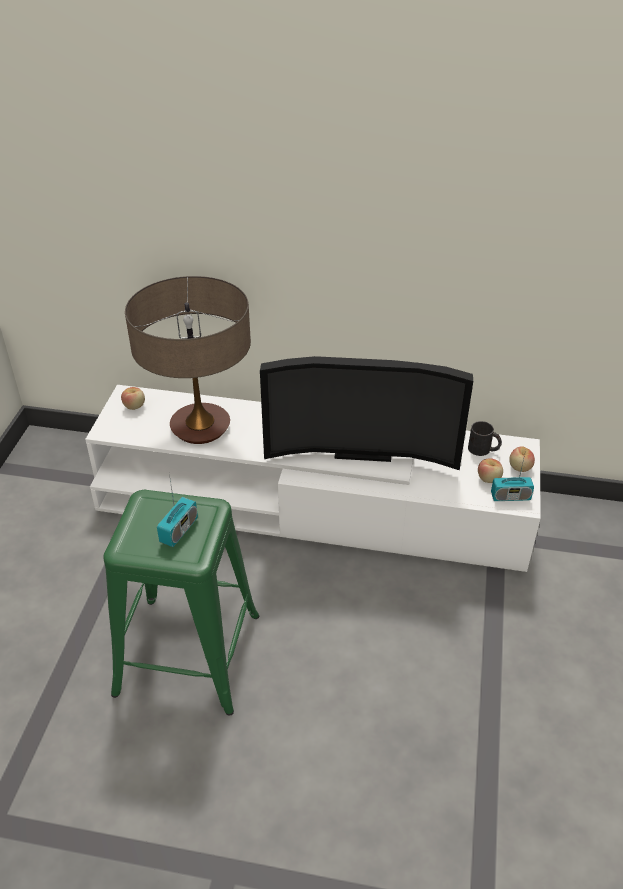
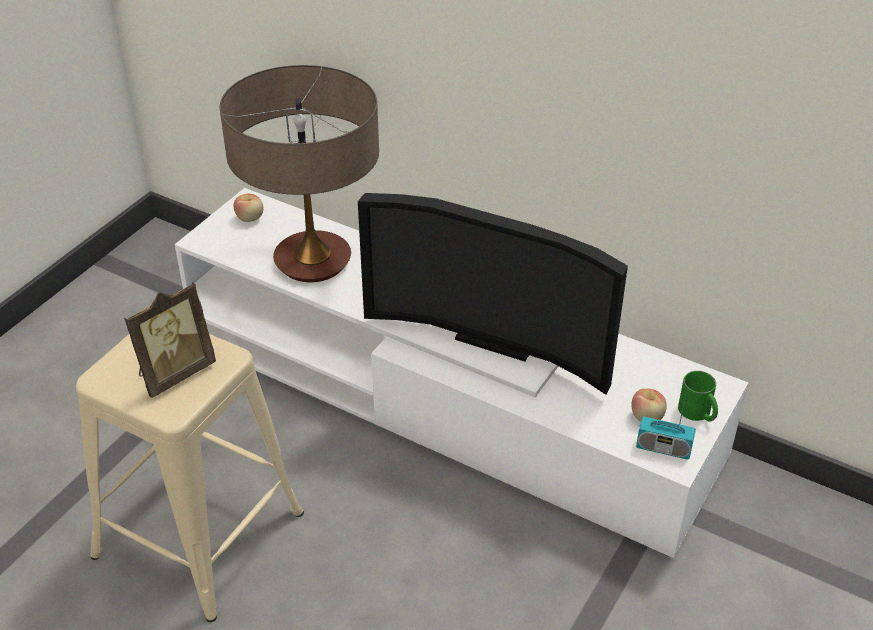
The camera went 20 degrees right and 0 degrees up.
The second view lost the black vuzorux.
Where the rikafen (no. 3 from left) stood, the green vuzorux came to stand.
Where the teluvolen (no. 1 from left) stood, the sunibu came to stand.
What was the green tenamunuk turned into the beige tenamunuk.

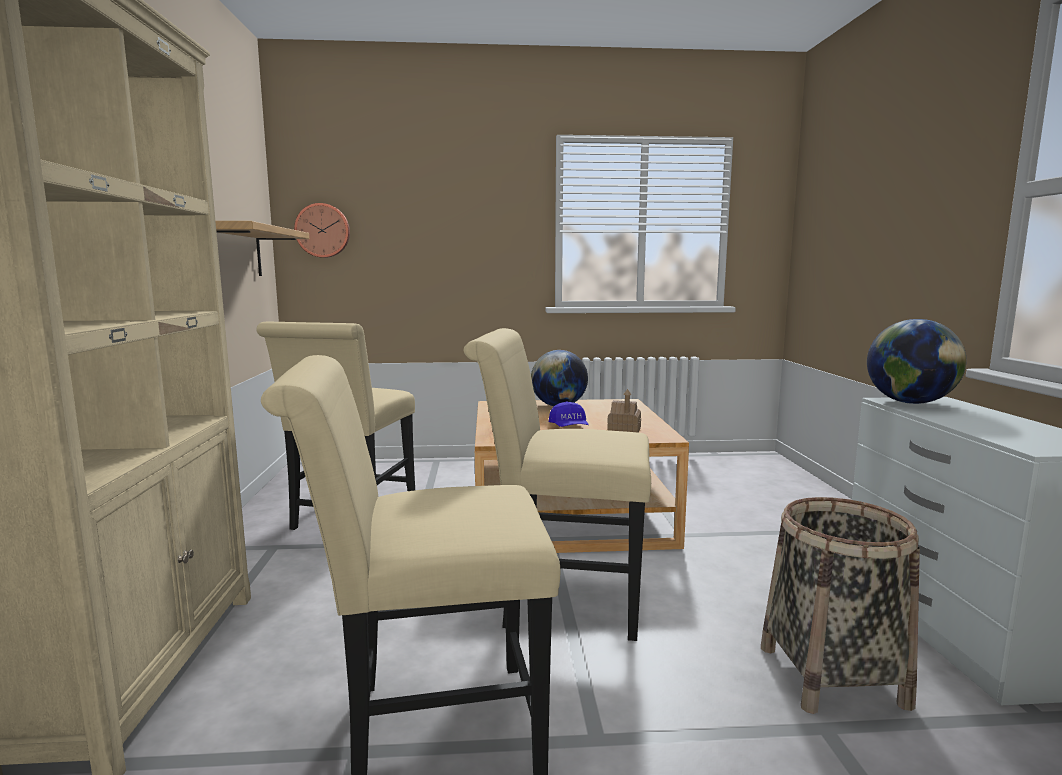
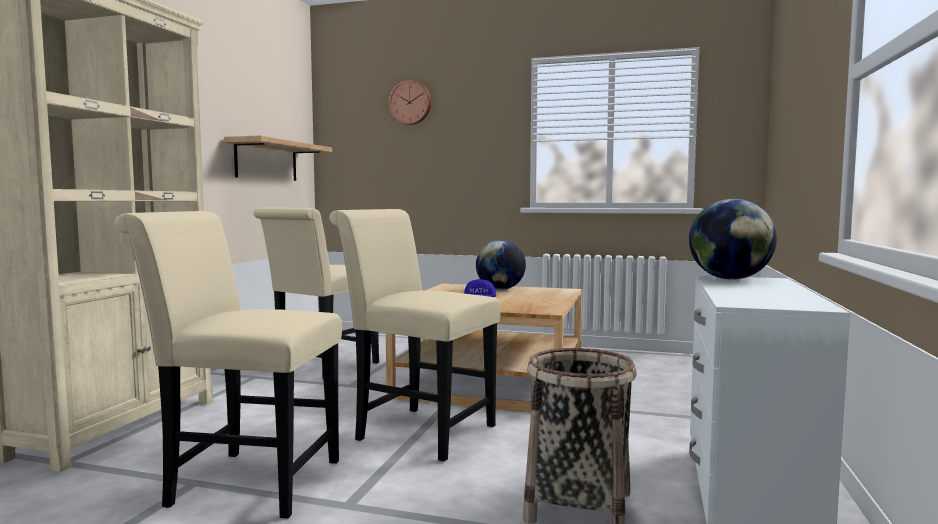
The camera went 20 degrees right and 5 degrees down.
The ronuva ended up elsewhere.
The second view lost the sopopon.

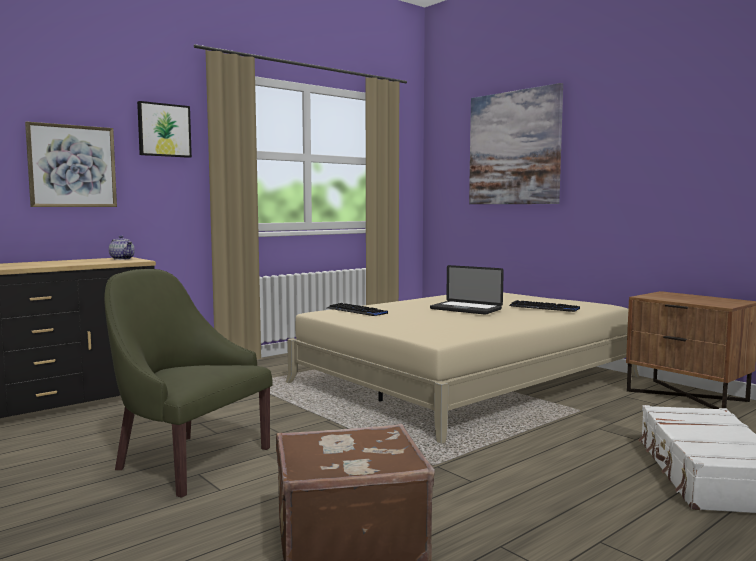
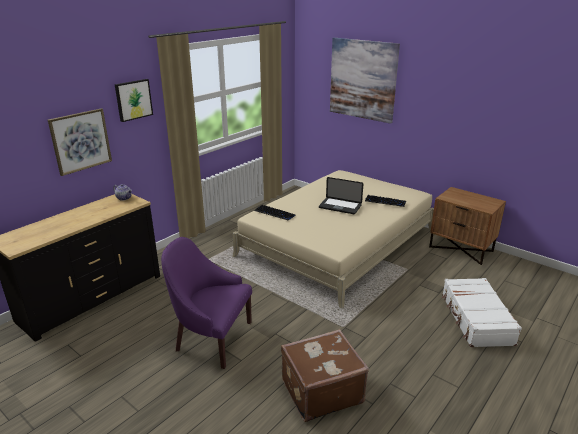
The camera went 10 degrees left and 20 degrees up.
What was the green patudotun turned into the purple patudotun.

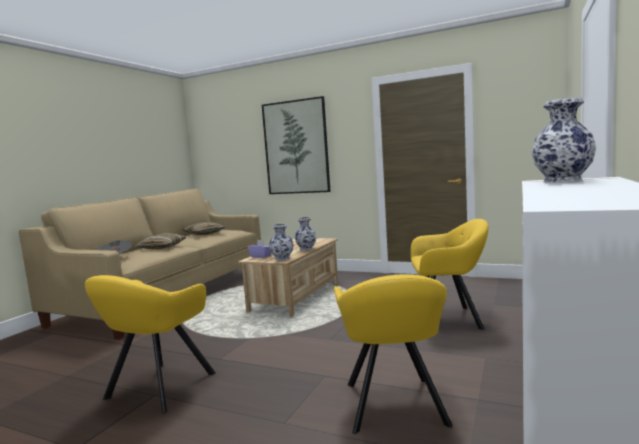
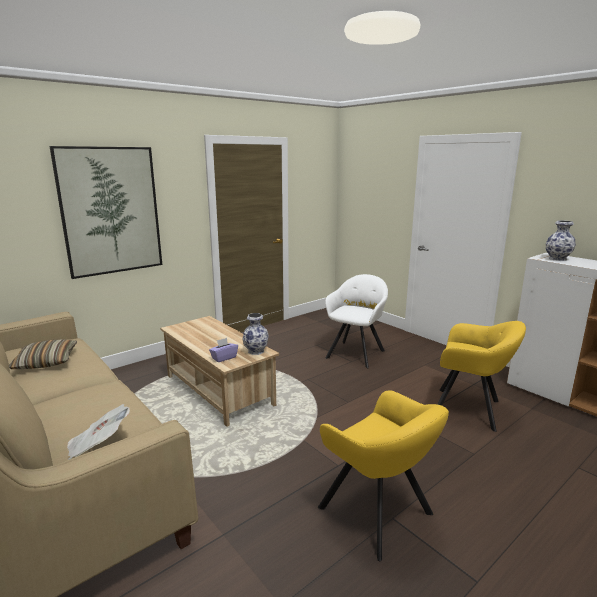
The camera went 65 degrees left and 10 degrees up.
The second view lost the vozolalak (no. 2 from left).
What was the yellow patudotun (no. 3 from left) turned into the white patudotun.
The second view lost the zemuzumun (no. 1 from left).

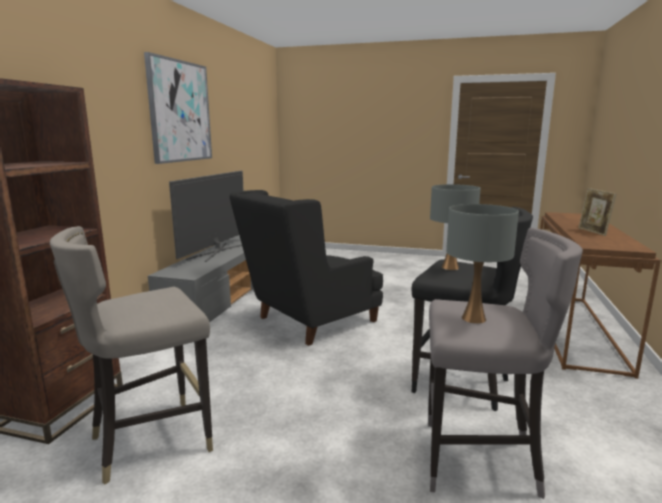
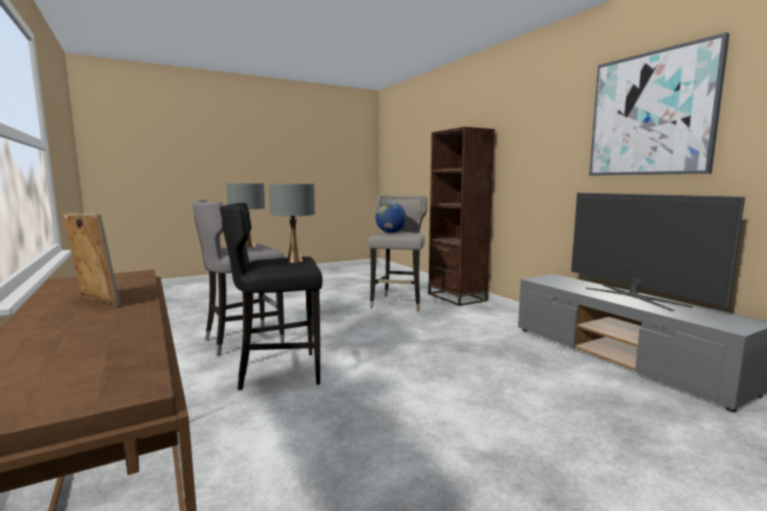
The camera went 135 degrees right and 5 degrees down.
The second view lost the black patudotun.
The second view gained the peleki.

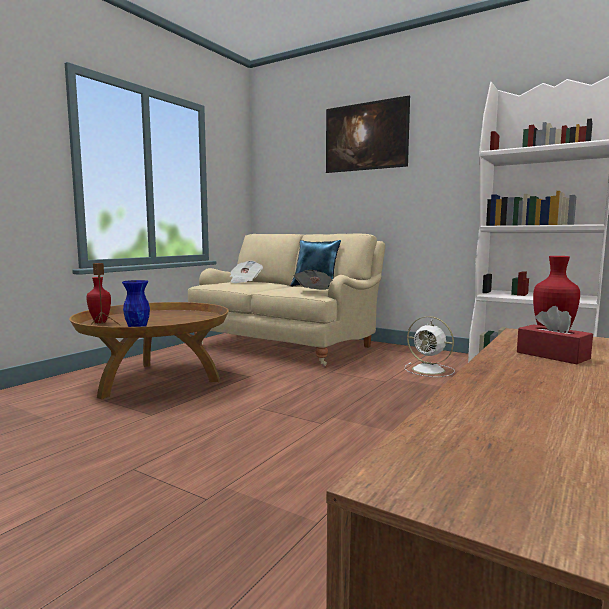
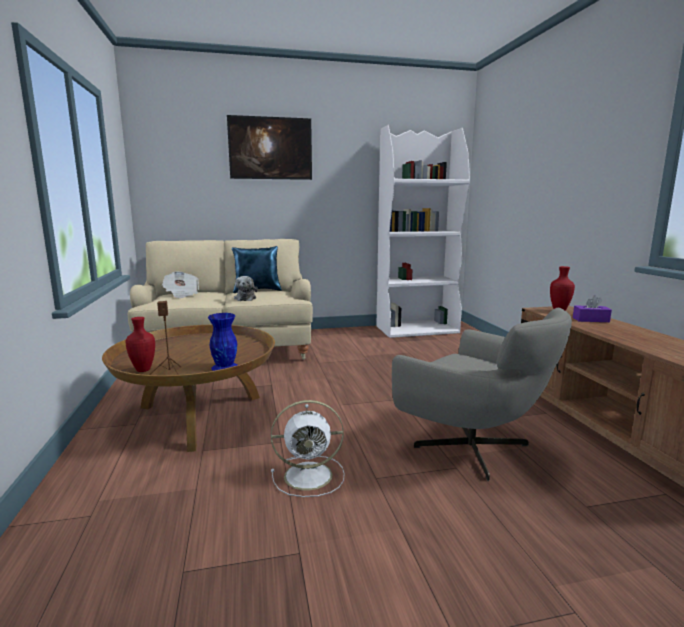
The camera went 45 degrees left and 5 degrees up.
The second view lost the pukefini (no. 2 from left).
What was the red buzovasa turned into the purple buzovasa.
The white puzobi ended up elsewhere.
The second view gained the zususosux.
The second view gained the grey patudotun.

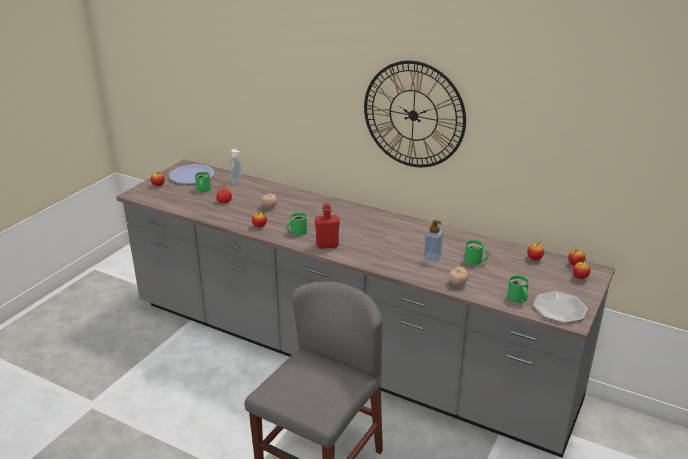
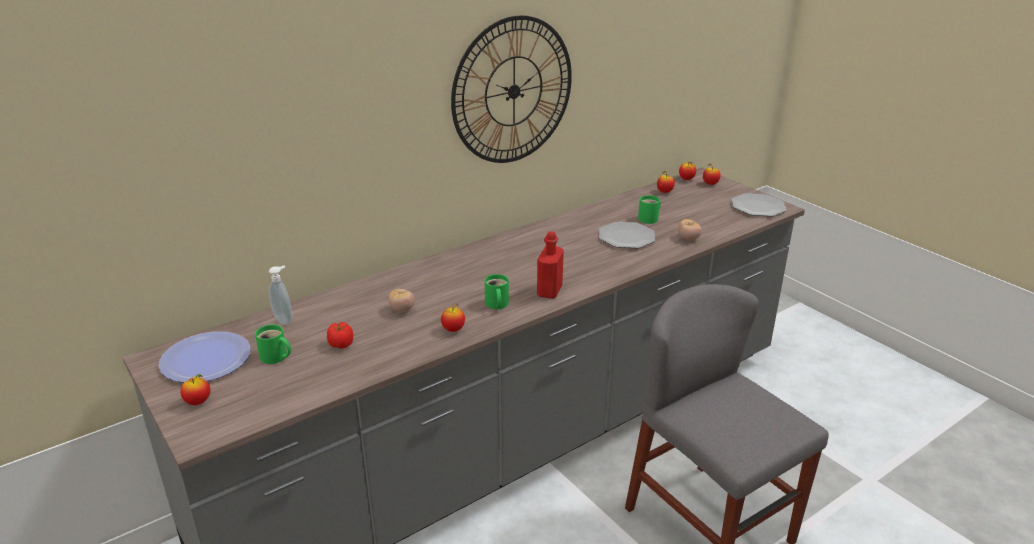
The camera went 65 degrees left and 0 degrees up.
Where the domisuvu (no. 2 from left) stood, the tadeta (no. 2 from left) came to stand.
The second view lost the green vuzorux (no. 4 from left).

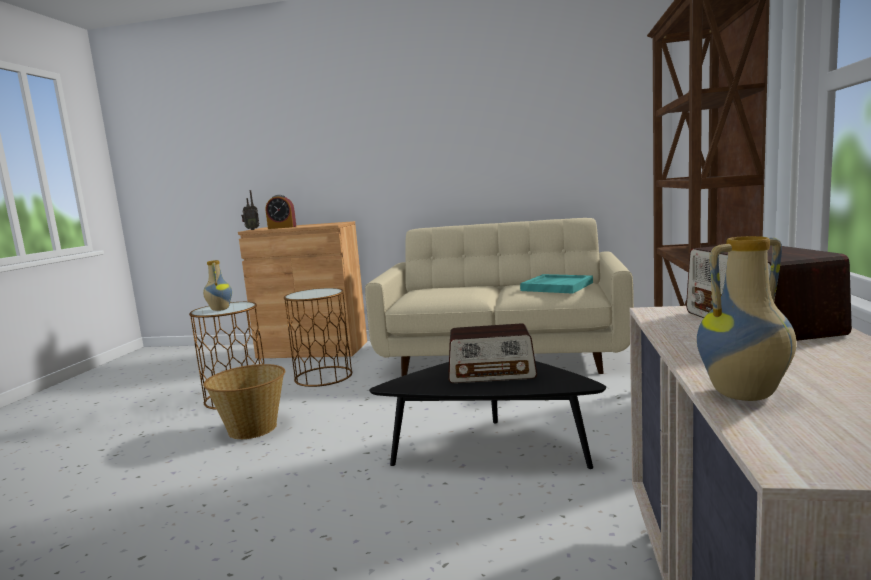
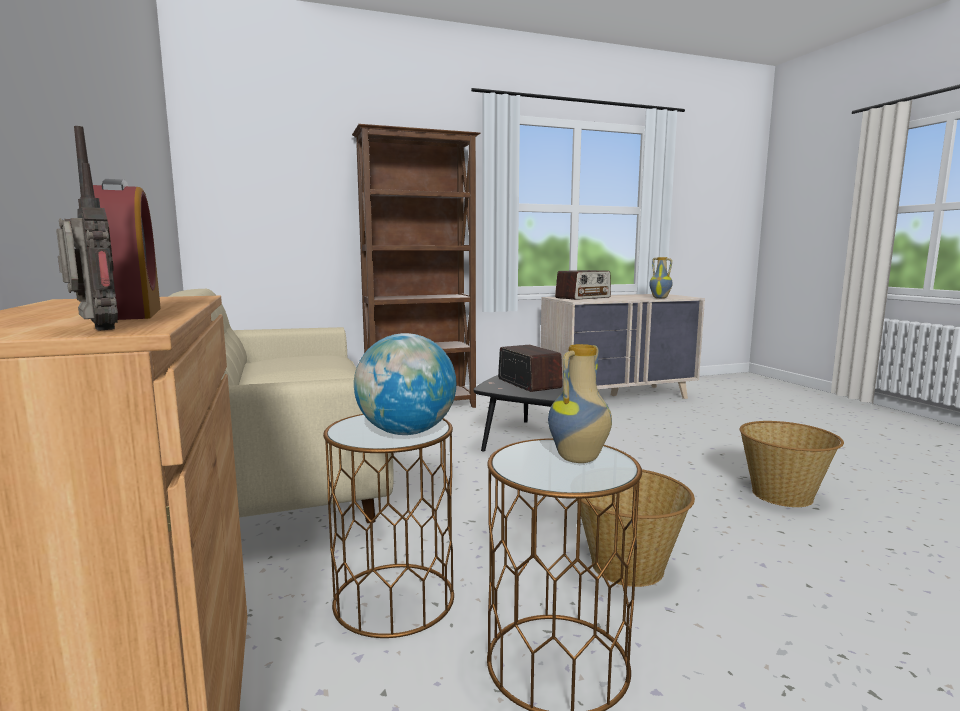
The camera went 120 degrees left and 0 degrees up.
The second view lost the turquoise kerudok.
The second view gained the peleki.
The second view gained the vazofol (no. 2 from left).

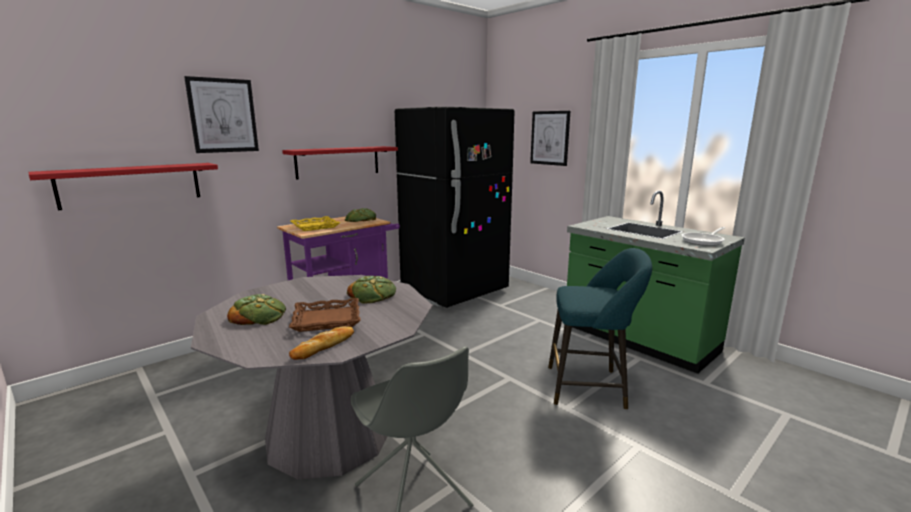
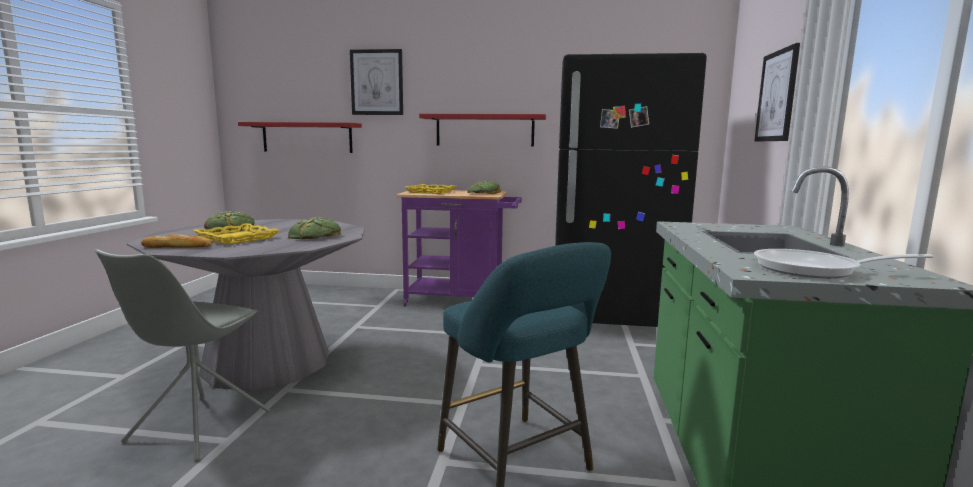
The camera went 50 degrees right and 5 degrees down.
What was the brown kerudok turned into the yellow kerudok (no. 1 from left).

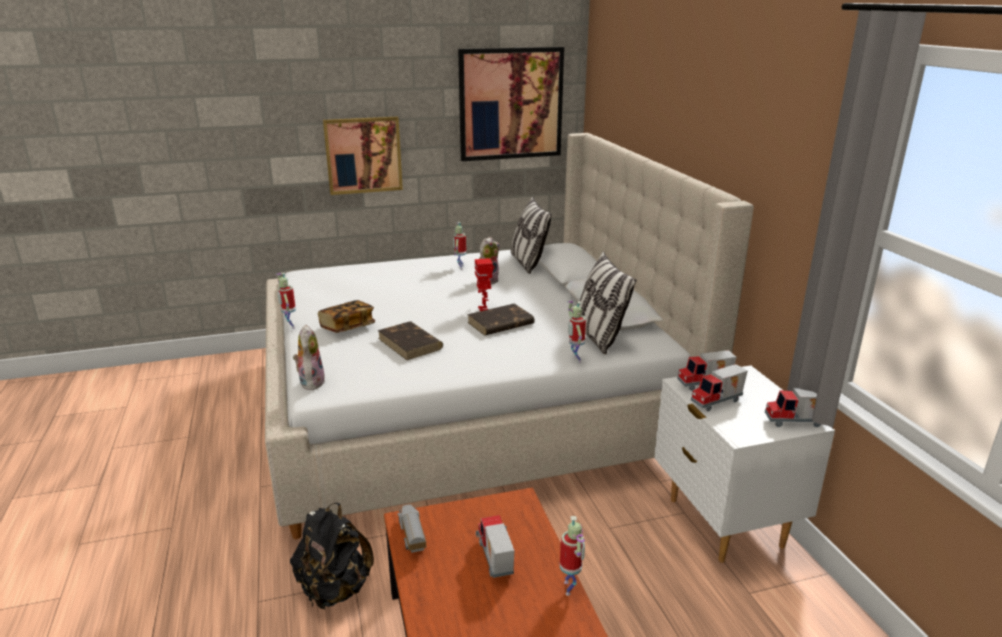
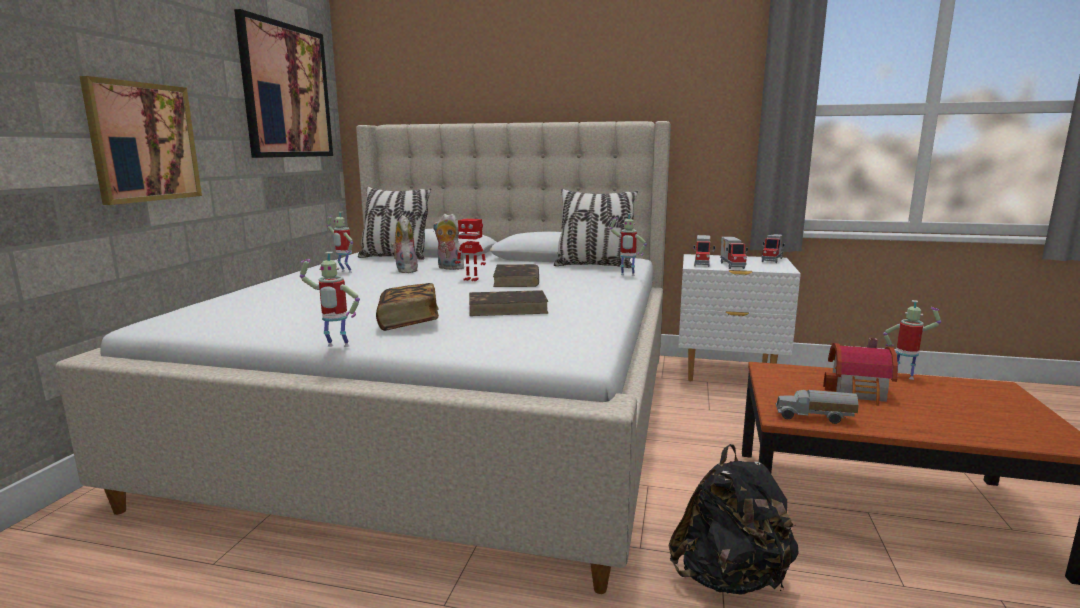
The camera went 60 degrees left and 10 degrees down.
The zususosux (no. 1 from left in the first image) ended up elsewhere.
Where the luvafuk (no. 2 from left) stood, the sopopon came to stand.

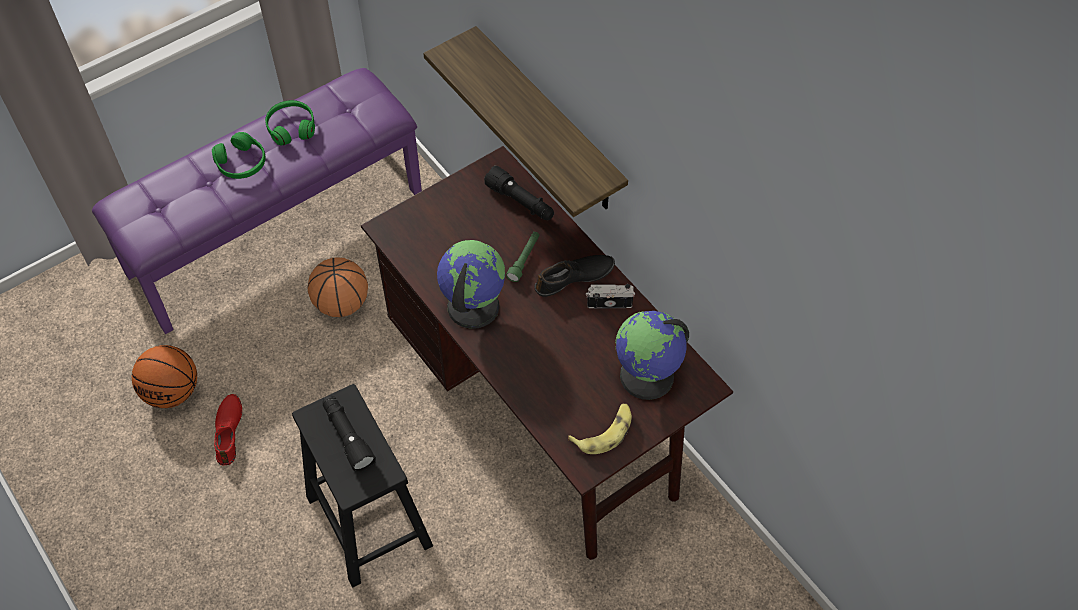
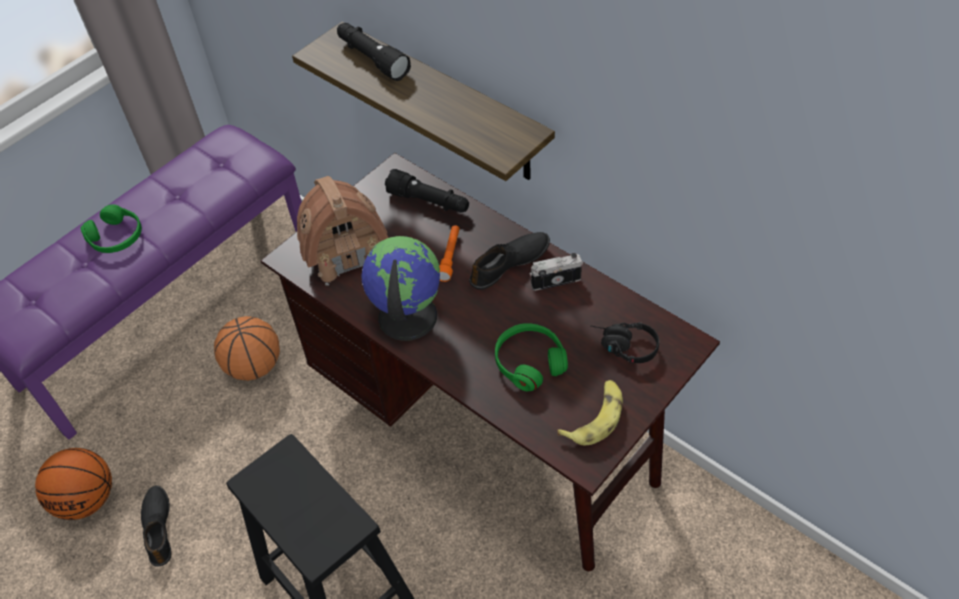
The camera went 10 degrees left and 5 degrees down.
The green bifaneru (no. 2 from left) ended up elsewhere.
What was the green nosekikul turned into the orange nosekikul.
Where the peleki (no. 2 from left) stood, the black bifaneru came to stand.
What was the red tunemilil turned into the black tunemilil (no. 1 from left).
The black nosekikul (no. 1 from left) ended up elsewhere.
The second view gained the sopopon.

